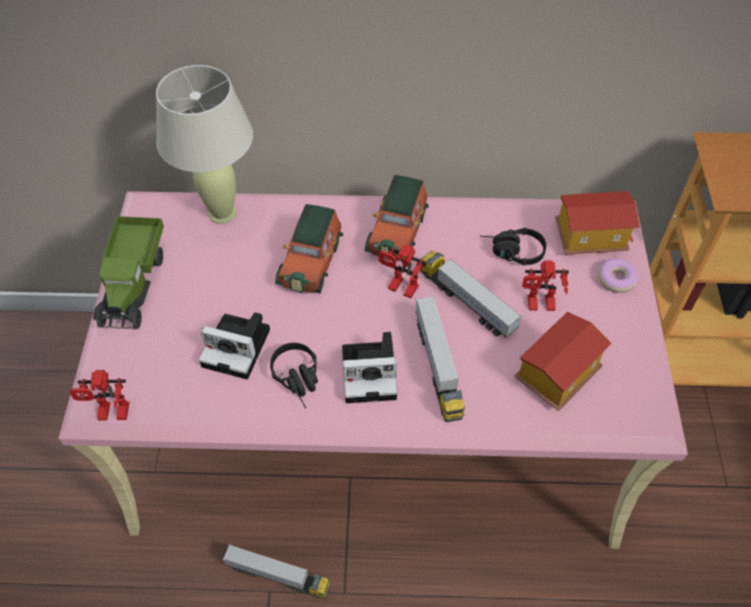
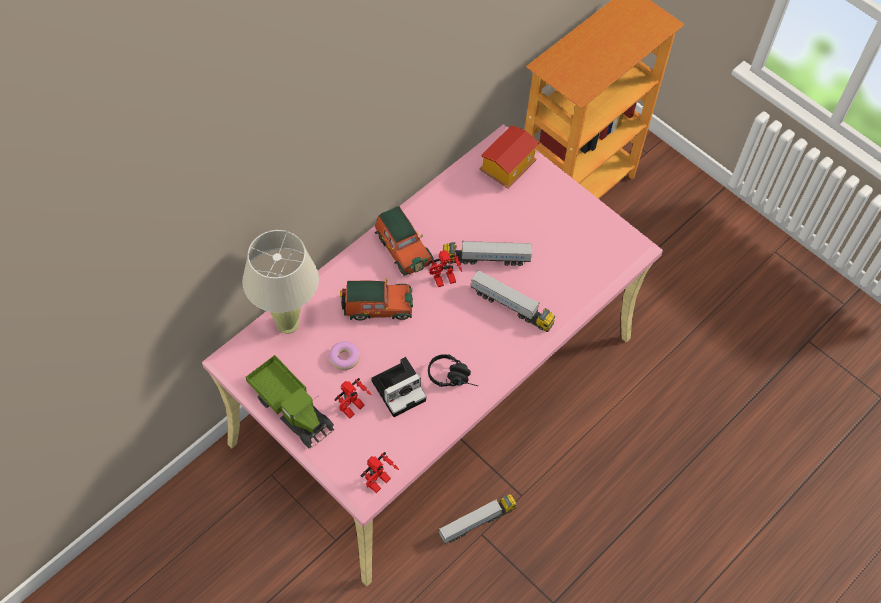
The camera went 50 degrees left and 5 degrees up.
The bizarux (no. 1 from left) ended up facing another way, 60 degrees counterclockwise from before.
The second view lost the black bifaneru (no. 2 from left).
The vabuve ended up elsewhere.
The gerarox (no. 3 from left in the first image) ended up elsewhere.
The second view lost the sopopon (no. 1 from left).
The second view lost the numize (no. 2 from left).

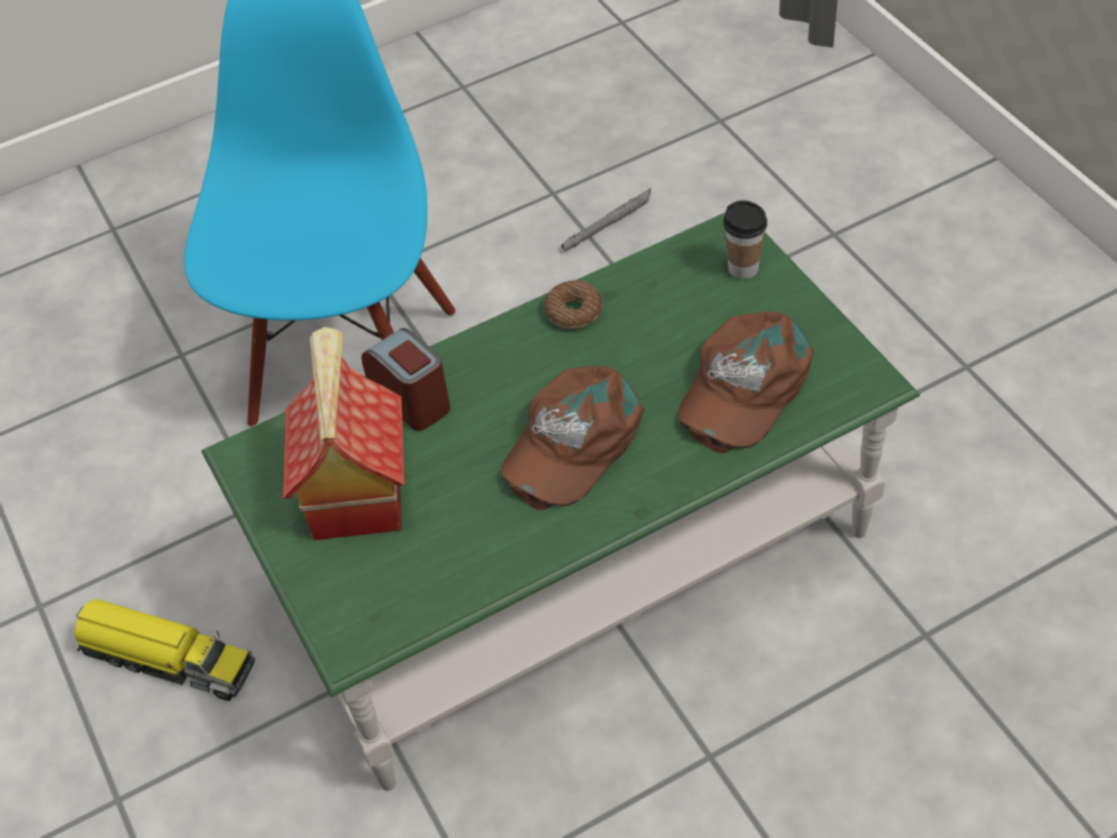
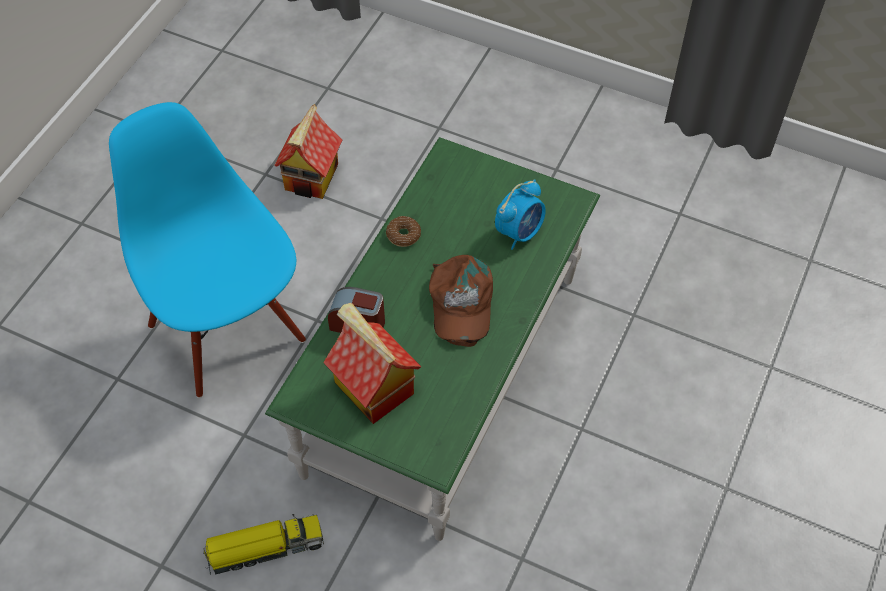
The camera went 40 degrees left and 5 degrees up.
Where the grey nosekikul stood, the sopopon (no. 1 from left) came to stand.
The second view lost the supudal.
Where the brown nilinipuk (no. 2 from left) stood, the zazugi (no. 2 from left) came to stand.

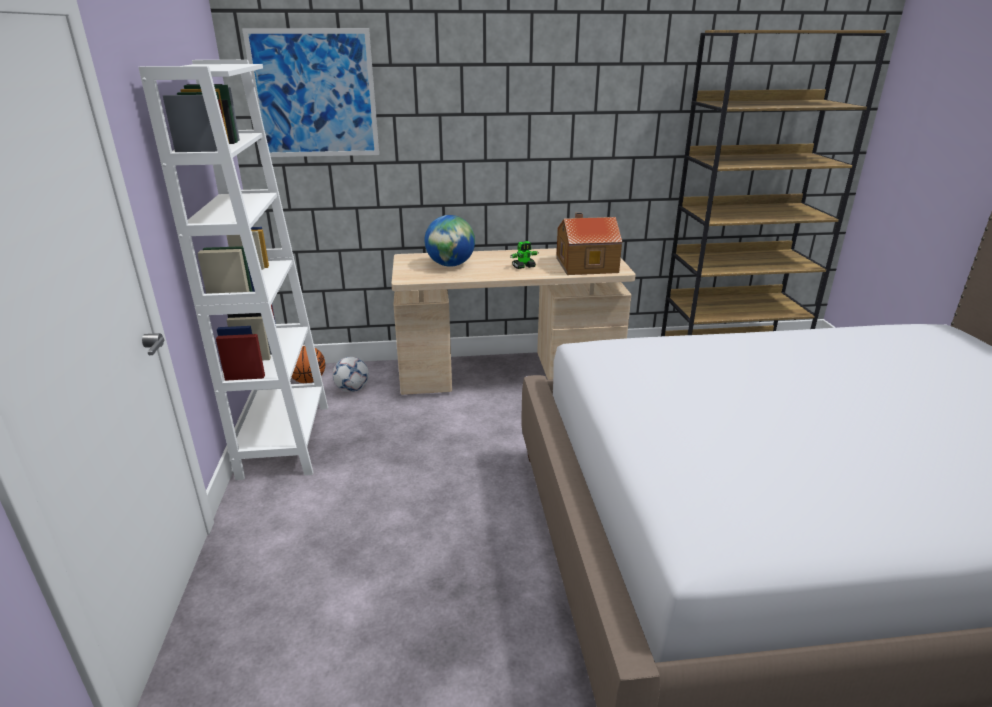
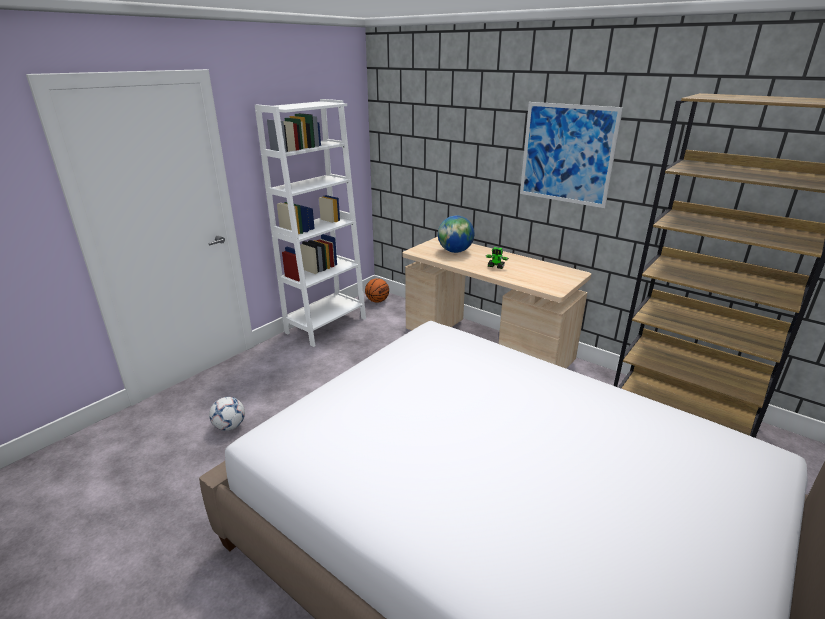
The camera went 45 degrees right and 0 degrees up.
The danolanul ended up elsewhere.
The second view lost the sopopon.
The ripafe ended up elsewhere.

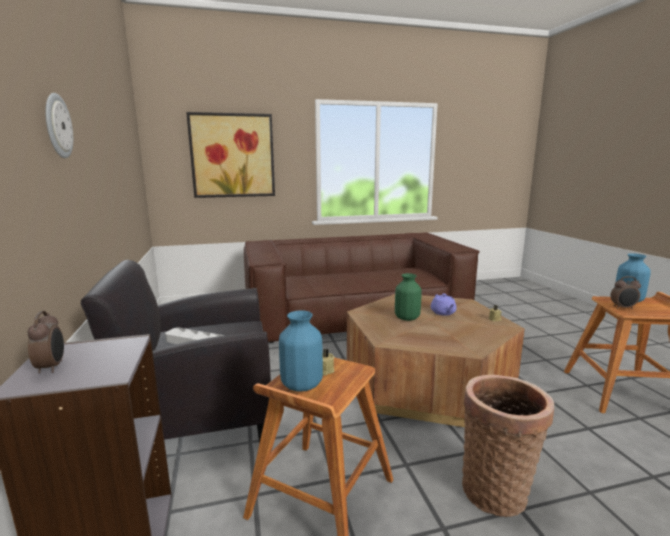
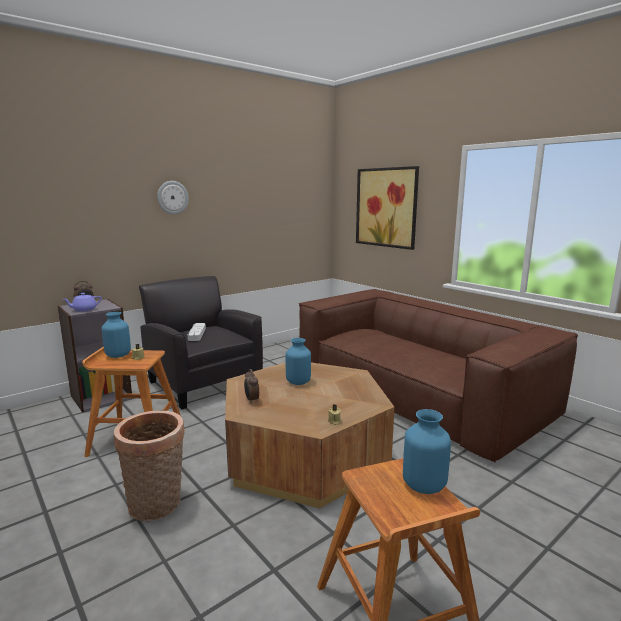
The camera went 65 degrees right and 0 degrees up.
What was the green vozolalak turned into the blue vozolalak (no. 2 from left).
The zazugi (no. 2 from left) ended up elsewhere.
The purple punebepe ended up elsewhere.

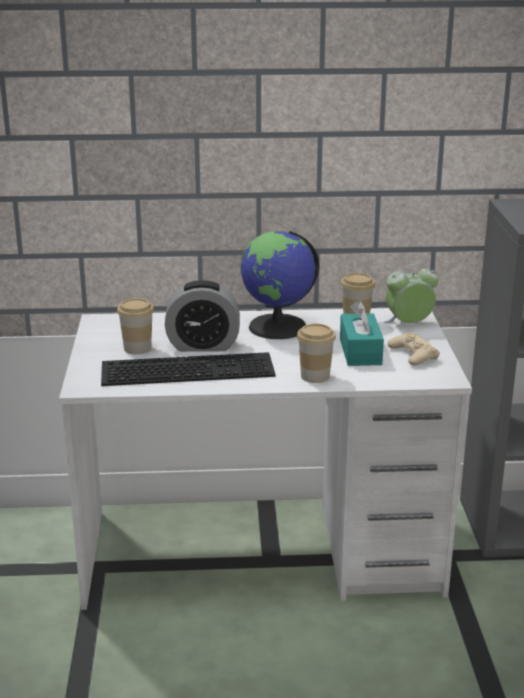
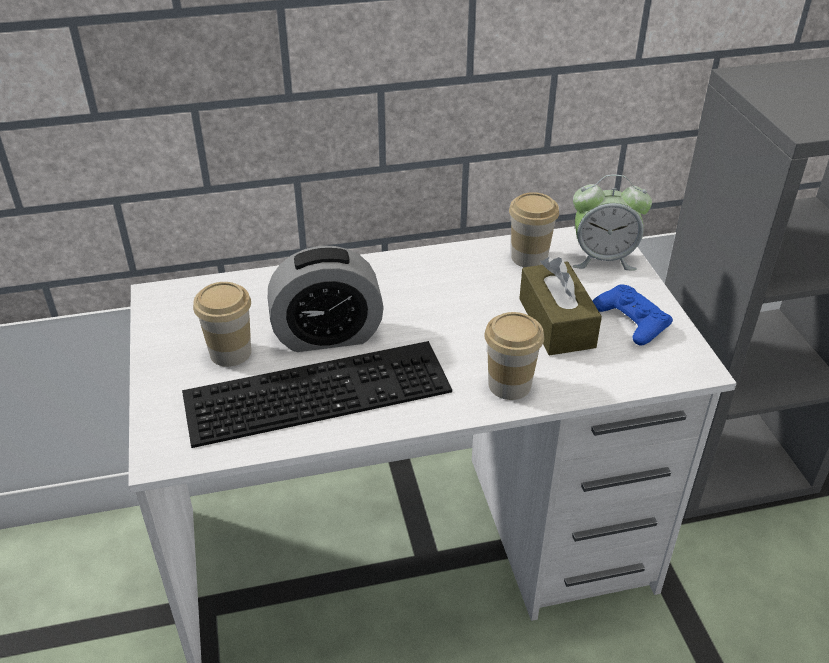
The camera went 10 degrees left and 15 degrees up.
The second view lost the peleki.
The zazugi (no. 2 from left) ended up facing another way, 150 degrees counterclockwise from before.
What was the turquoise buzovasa turned into the brown buzovasa.
What was the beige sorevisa turned into the blue sorevisa.

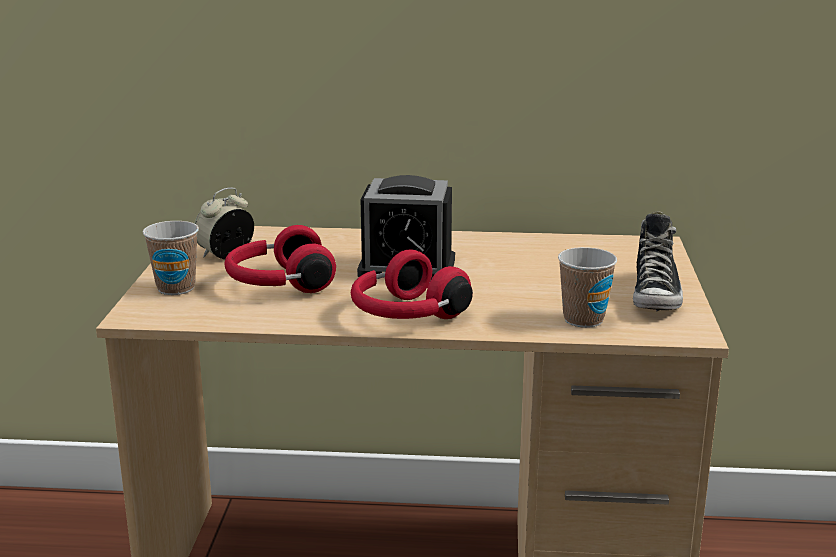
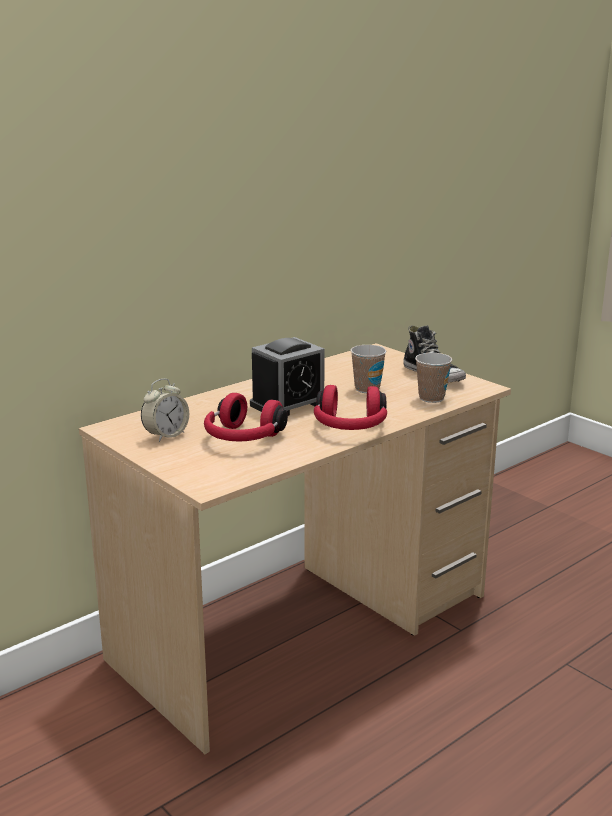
The camera went 45 degrees left and 0 degrees up.
The zazugi (no. 1 from left) ended up facing another way, 135 degrees counterclockwise from before.
The supudal (no. 1 from left) ended up elsewhere.

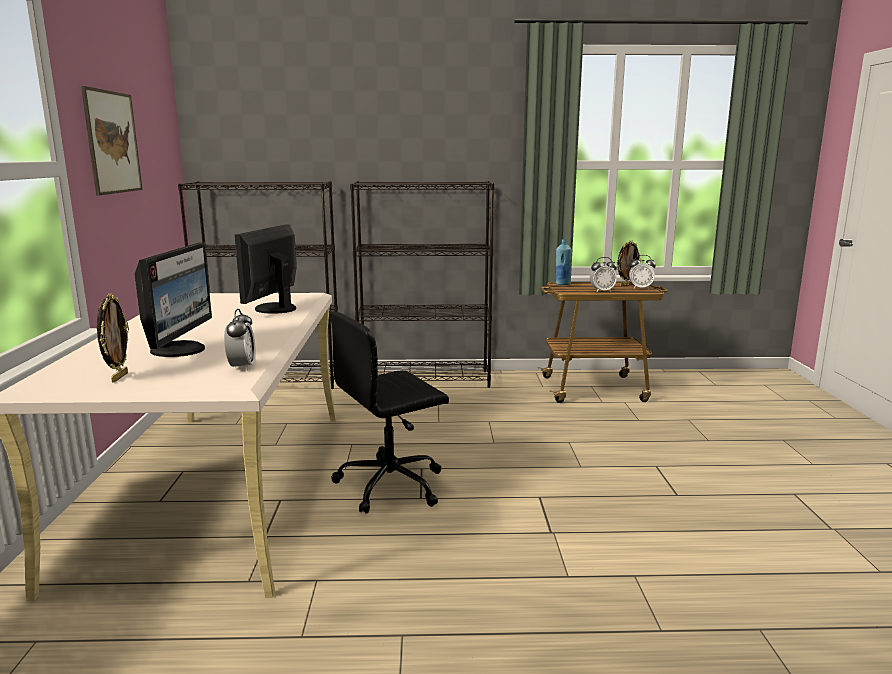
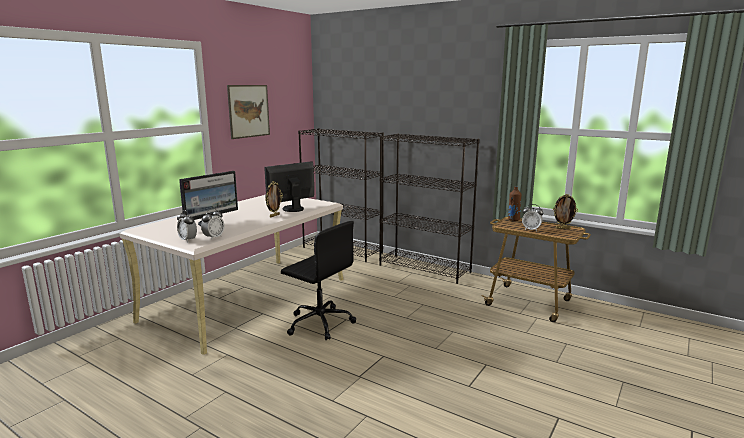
The camera went 35 degrees right and 0 degrees up.
What was the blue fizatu turned into the brown fizatu.
The zazugi (no. 3 from left in the first image) ended up elsewhere.
The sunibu (no. 1 from left) ended up elsewhere.
The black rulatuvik ended up facing another way, 150 degrees counterclockwise from before.

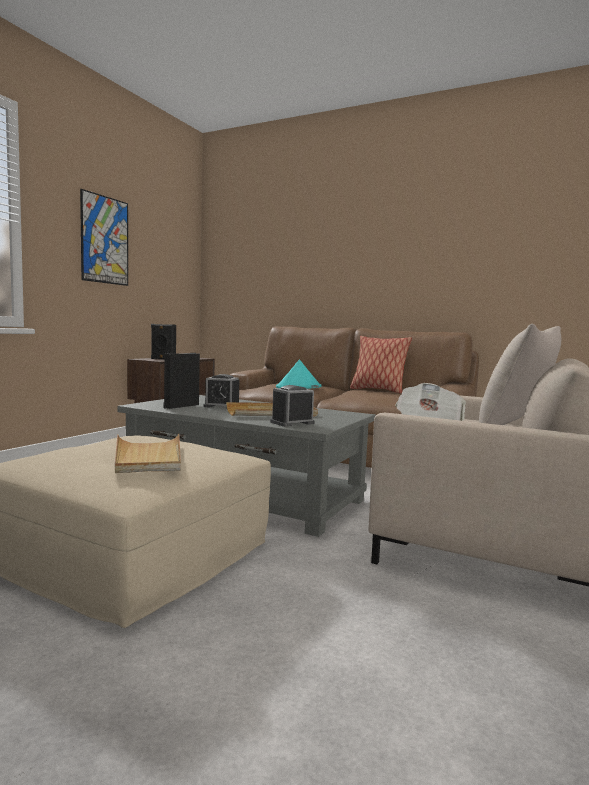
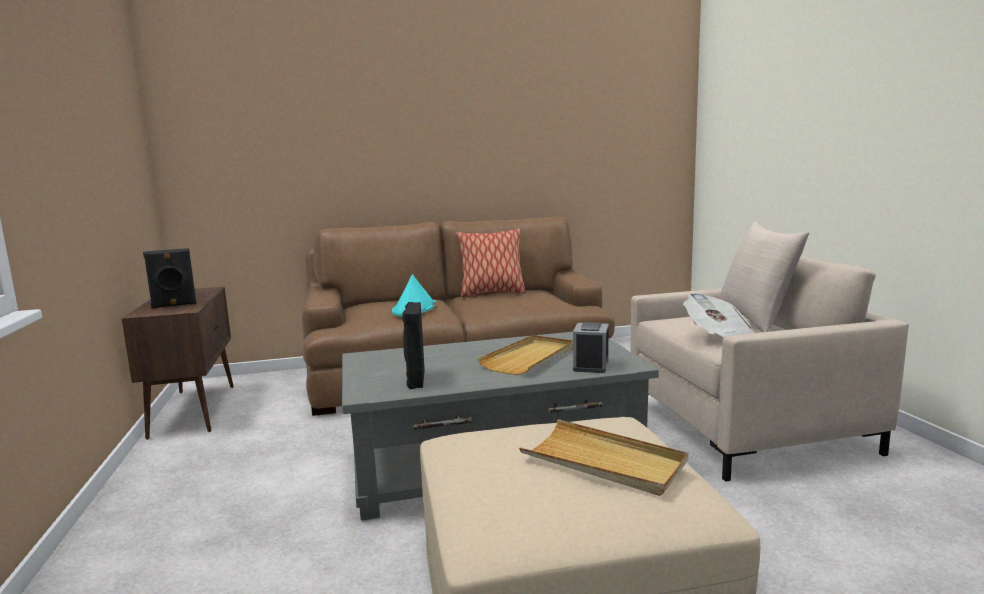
The camera went 40 degrees left and 5 degrees up.
The second view lost the danolanul.
The second view lost the zazugi (no. 1 from left).

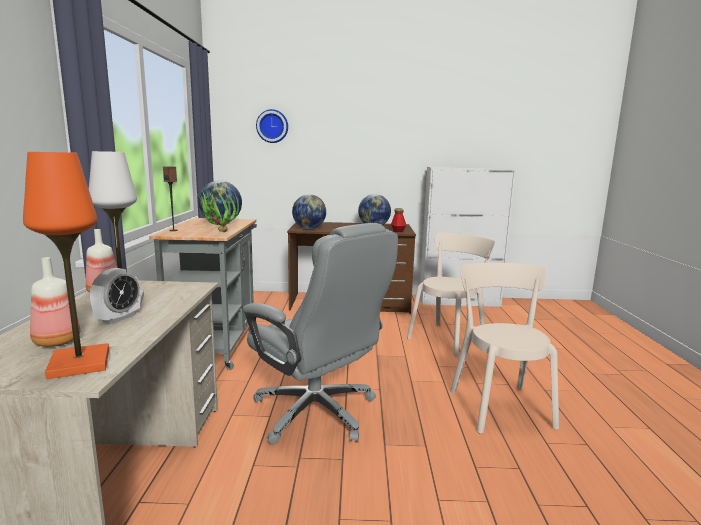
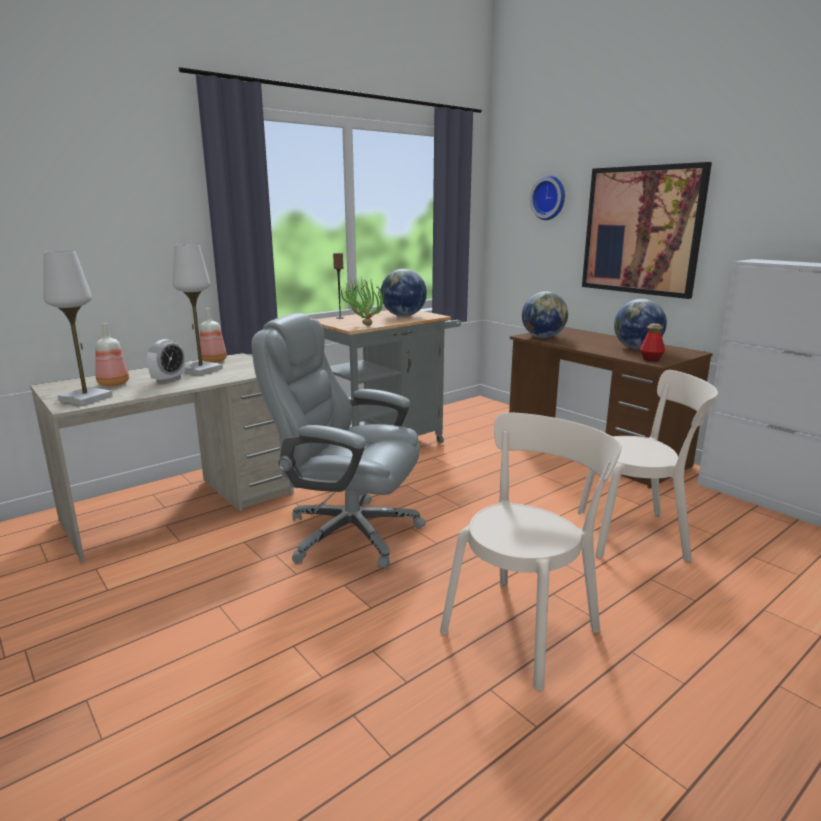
The camera went 50 degrees right and 5 degrees up.
What was the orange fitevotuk turned into the white fitevotuk (no. 1 from left).
The grey rulatuvik ended up facing another way, 105 degrees clockwise from before.
The zazugi ended up facing another way, 45 degrees counterclockwise from before.
The second view gained the danolanul.

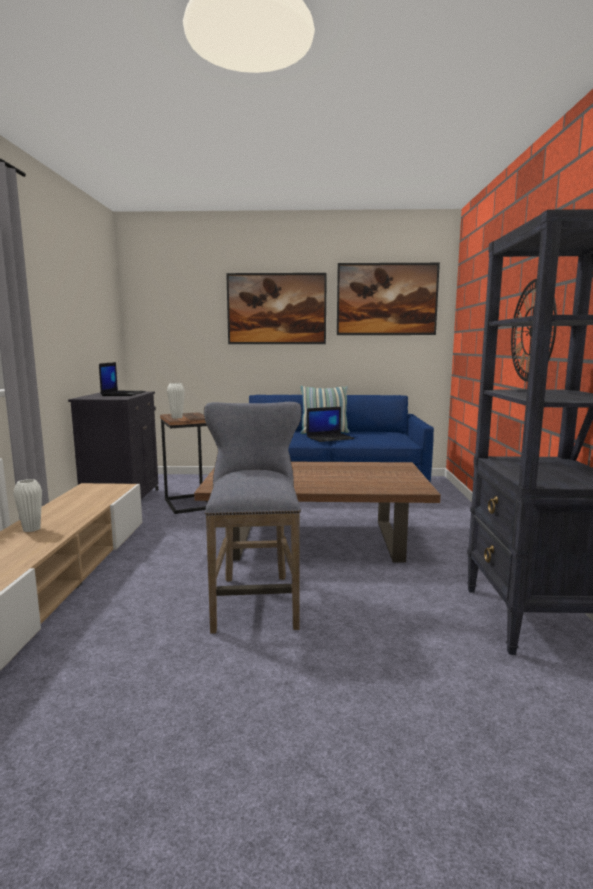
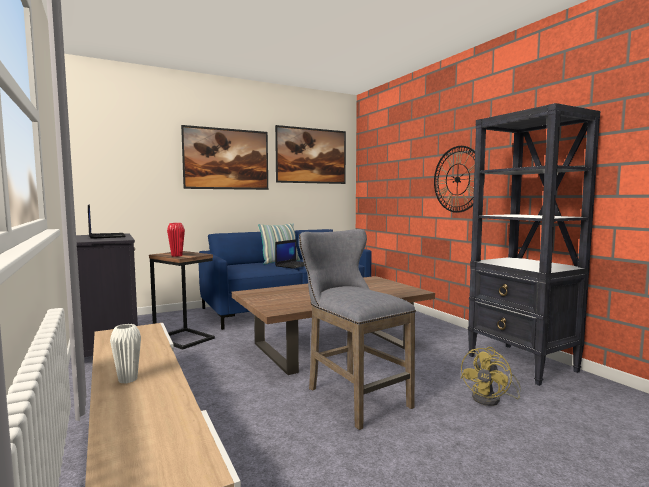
The camera went 30 degrees left and 5 degrees down.
What was the white vozolalak (no. 2 from left) turned into the red vozolalak.
The second view gained the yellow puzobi.

